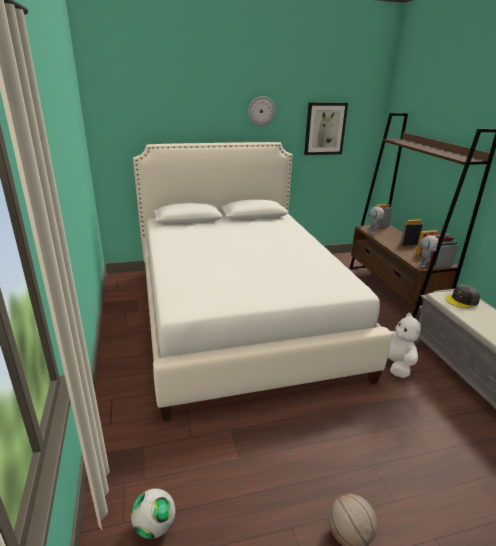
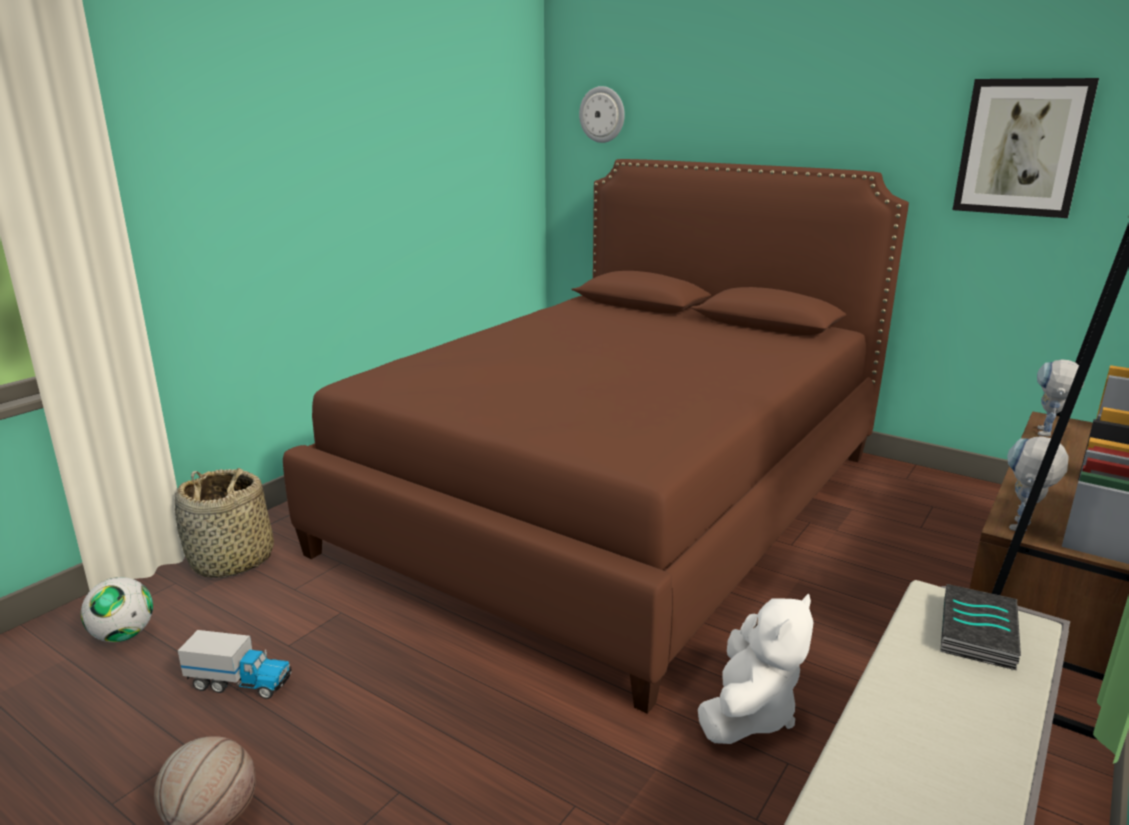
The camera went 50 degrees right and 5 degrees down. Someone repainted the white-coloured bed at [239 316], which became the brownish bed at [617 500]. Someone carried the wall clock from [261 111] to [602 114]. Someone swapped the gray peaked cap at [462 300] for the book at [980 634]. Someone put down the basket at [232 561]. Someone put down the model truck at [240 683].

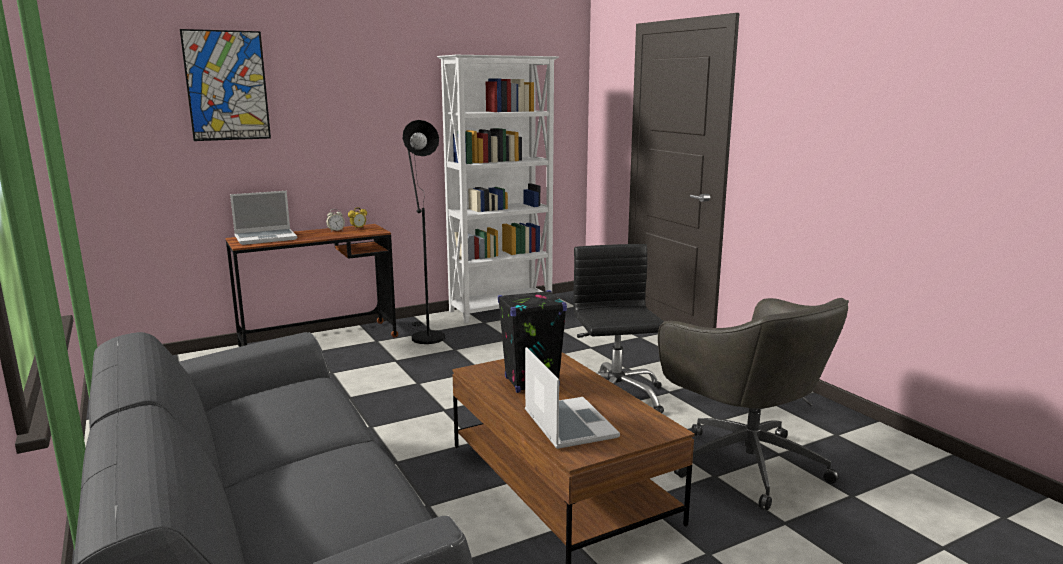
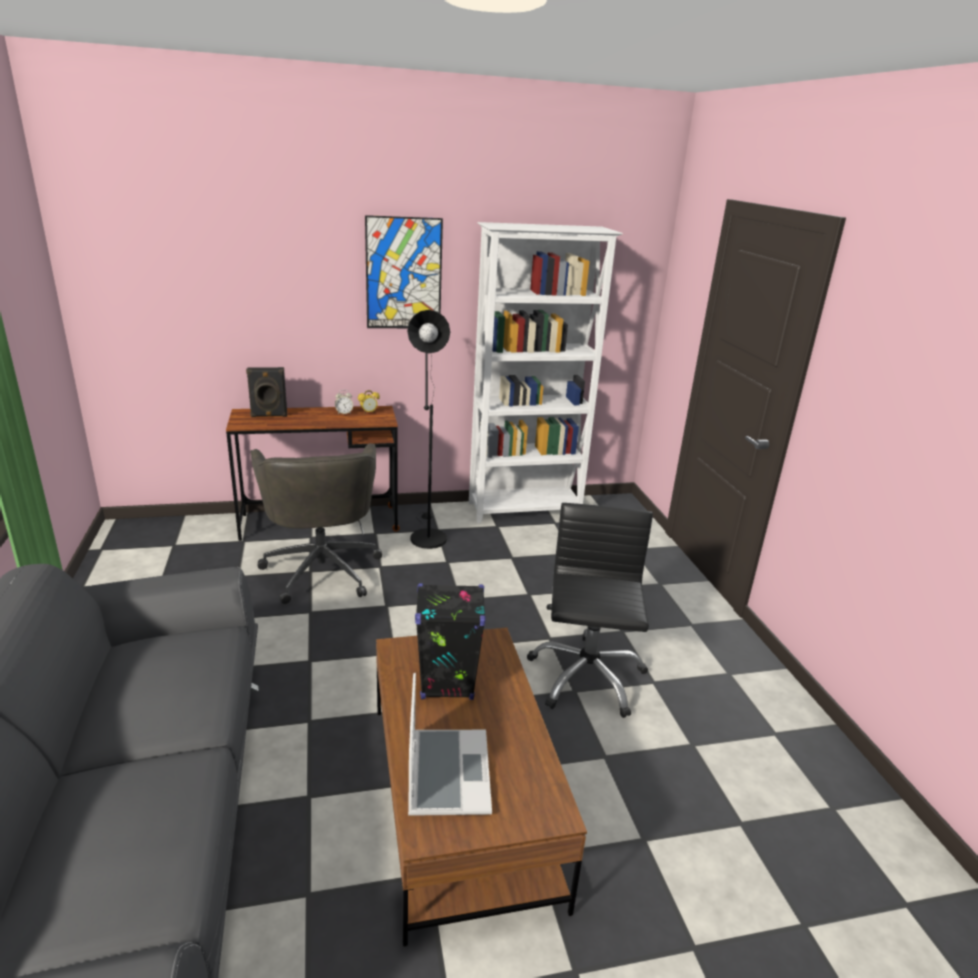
The camera went 15 degrees right and 10 degrees up. Someone carried the picture from [227 86] to [404 274]. Someone swapped the laptop at [266 238] for the blackish speaker at [269 416]. Someone carried the gray computer chair from [745 462] to [322 569].

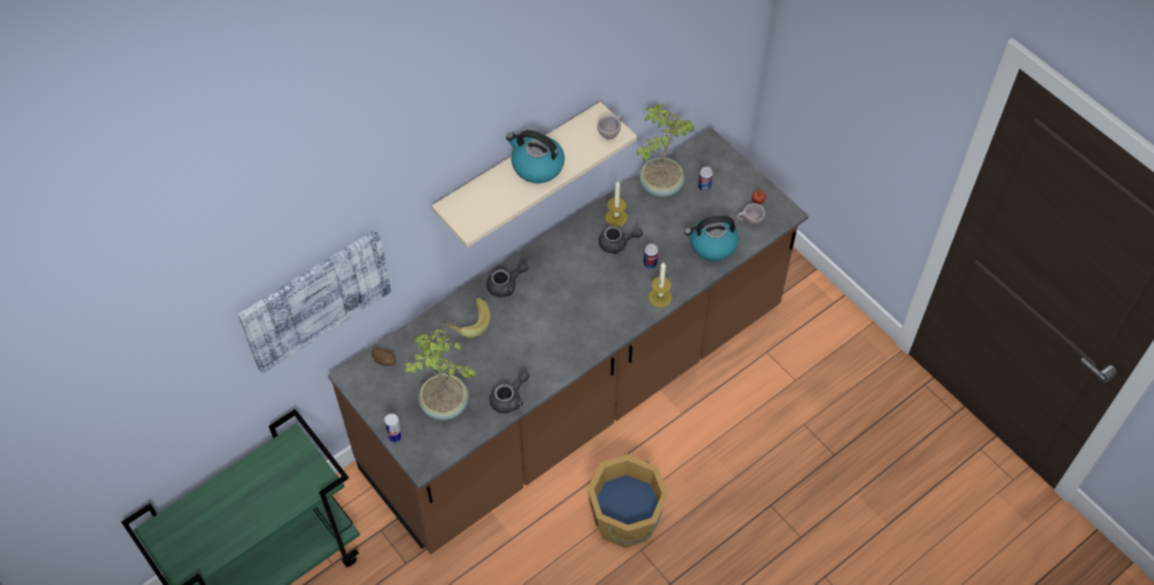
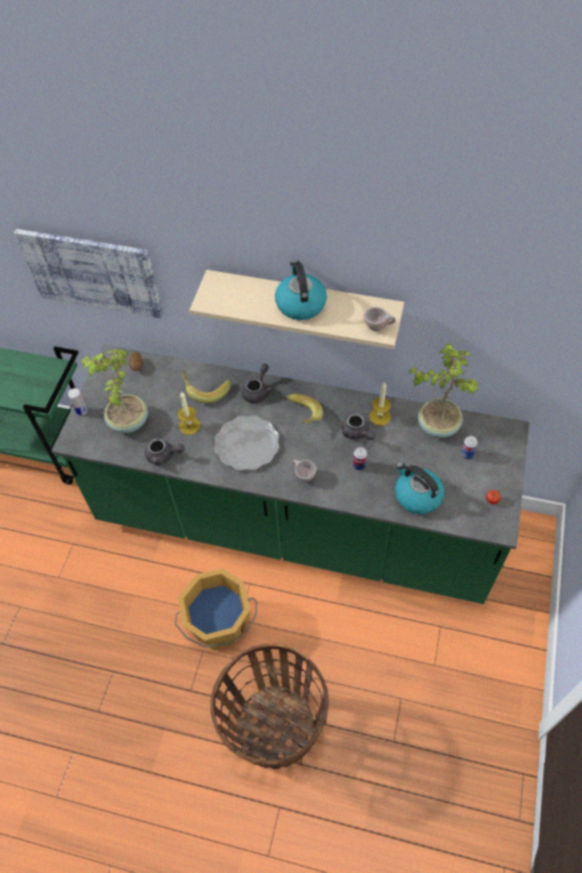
The camera went 55 degrees right and 0 degrees up. Someone repainted the brownish kitchen counter at [577 391], which became the greenish kitchen counter at [295 522]. Someone rotated the gray pot for tea at [506 285] by 90 degrees counterclockwise. Someone carried the wax light from [660 297] to [189 425]. Someone carried the beige-coloured small cup from [749 222] to [302 475]. Someone put down the basket at [275 728]. Someone put down the flat dish at [247 445]. Someone put down the banana fruit at [301 416].

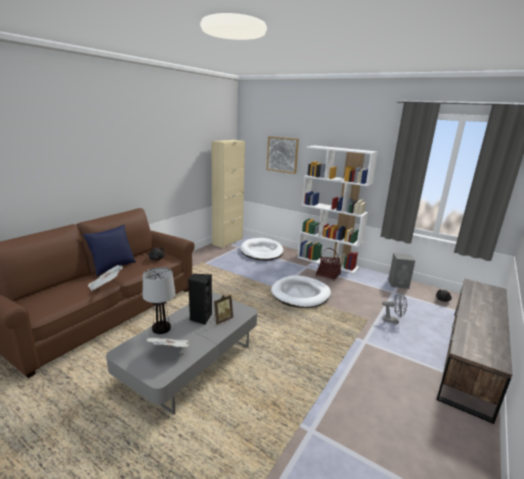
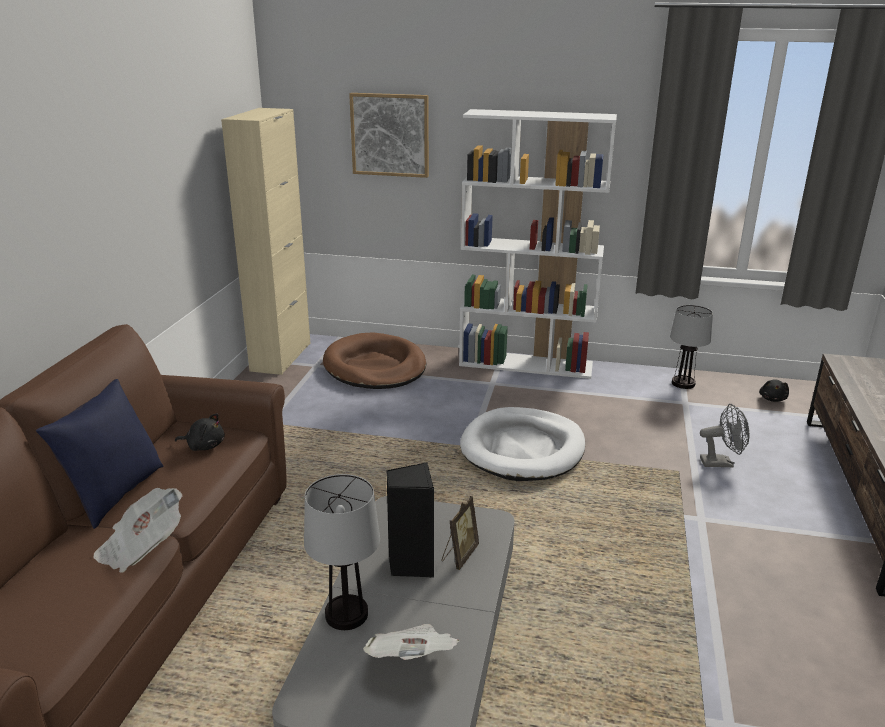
The camera went 20 degrees left and 5 degrees up. Someone repainted the white-coloured dog cushion at [261 251], which became the brownish dog cushion at [375 367]. Someone took away the basket at [328 275]. Someone swapped the gray speaker at [399 284] for the table lamp at [683 383].

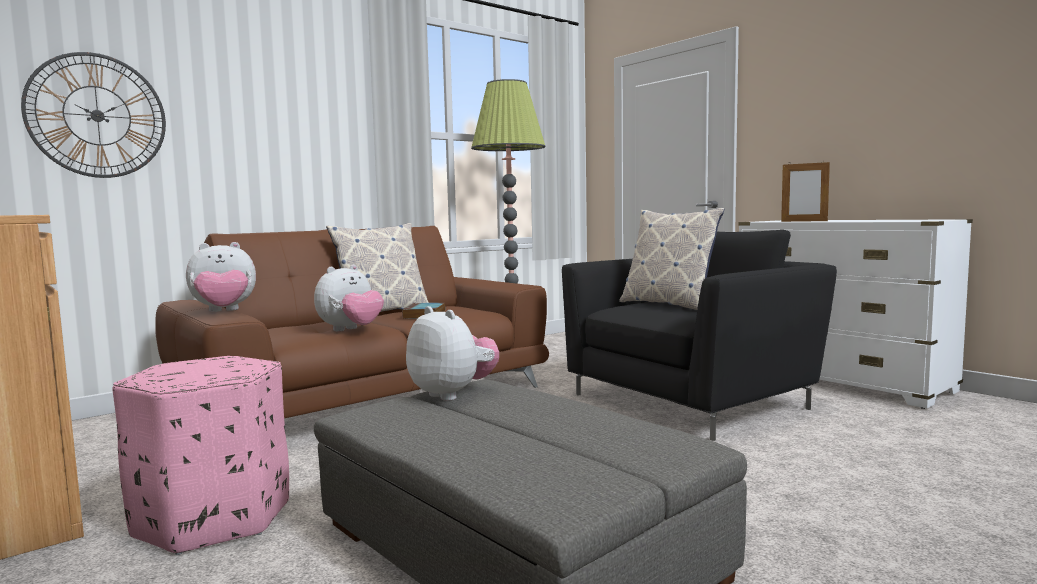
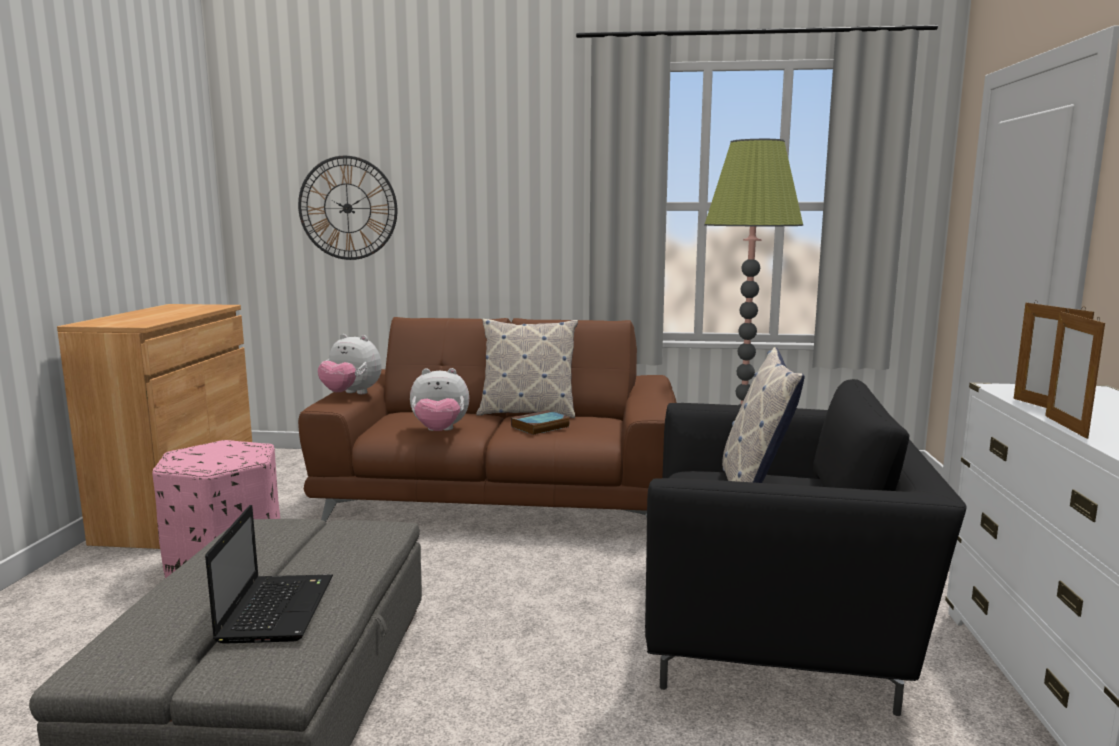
The camera went 45 degrees right and 5 degrees up. Someone took away the soft toy at [453 394]. Someone put down the laptop at [276 608]. Someone put down the standing frame at [1065 426].

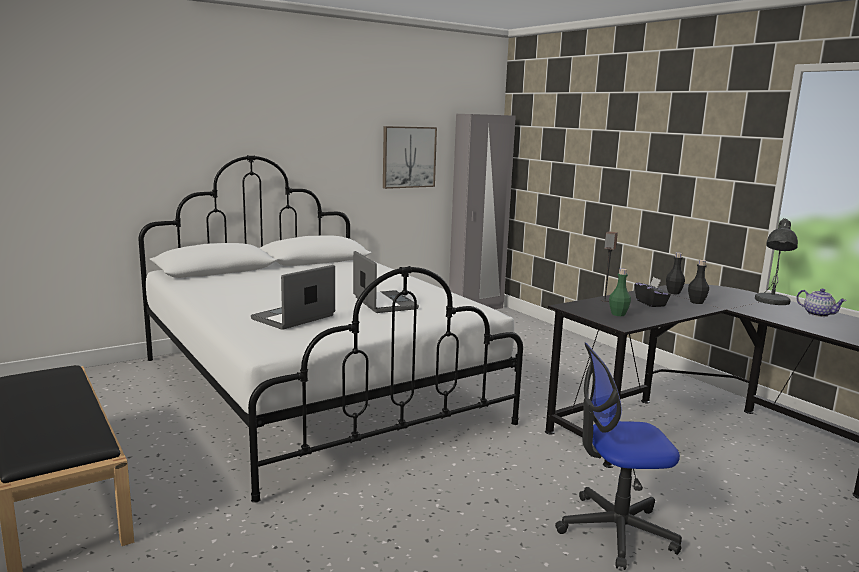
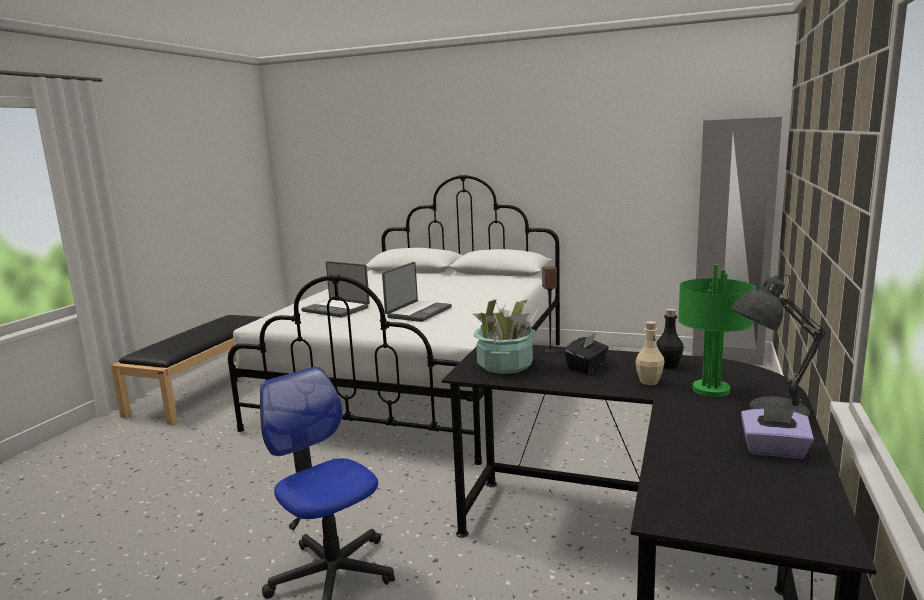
The camera went 55 degrees right and 0 degrees up. Someone rotated the laptop at [294 318] by 150 degrees counterclockwise. Someone took away the picture at [408 157]. Someone swapped the greenish drink bottle at [618 314] for the potted plant at [505 365]. Someone repainted the blackish drink bottle at [696 302], which became the beige-coloured drink bottle at [649 382]. Someone swapped the pot for tea at [818 314] for the purple box of tissues at [774 450]. Someone put down the greenish table lamp at [710 389].

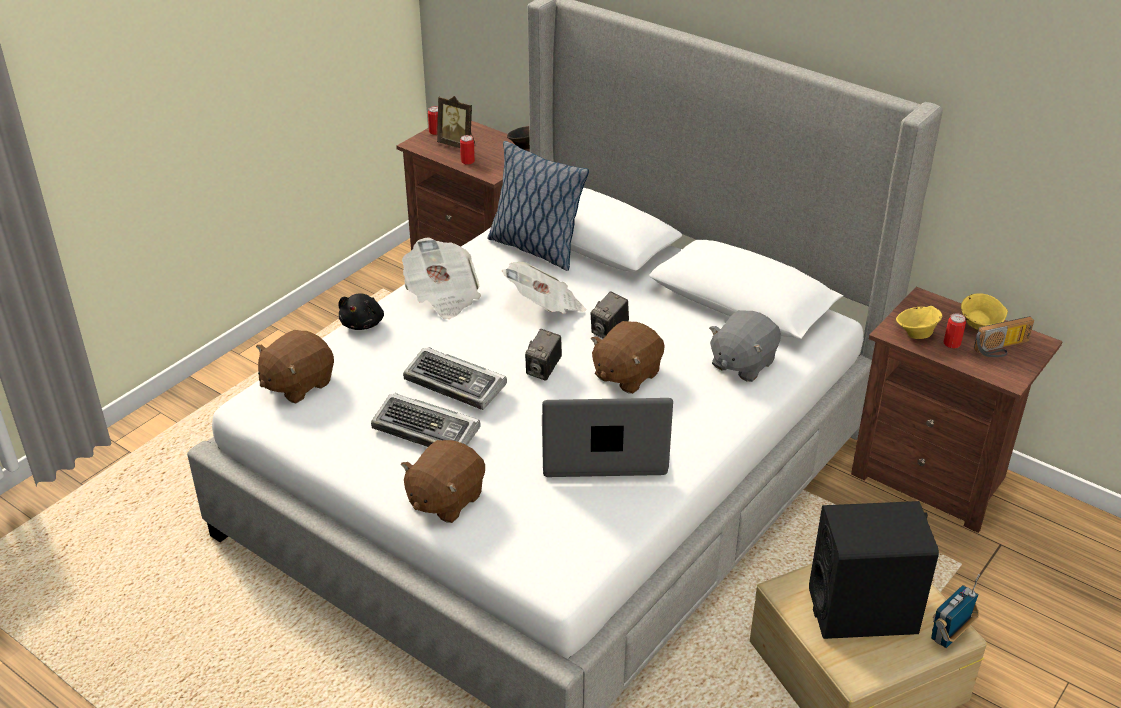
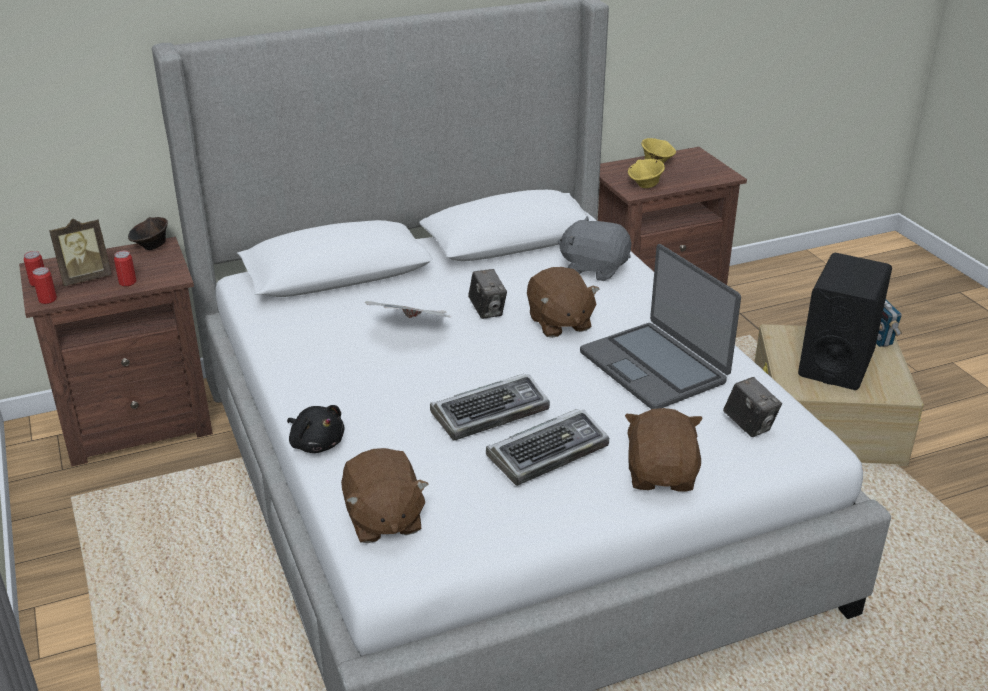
The camera went 60 degrees left and 5 degrees down. Someone rotated the brownish soft toy at [445 499] by 150 degrees counterclockwise. Someone took away the printed paper at [442 296]. Someone took away the throw pillow at [535 248]. Someone carried the still camera from [543 370] to [749 425]. Someone rotated the laptop at [603 449] by 60 degrees counterclockwise. Someone rotated the gray soft toy at [742 363] by 135 degrees clockwise. Someone carried the sealed can from [952 343] to [47 300]. Someone took away the radio set at [1002 349].

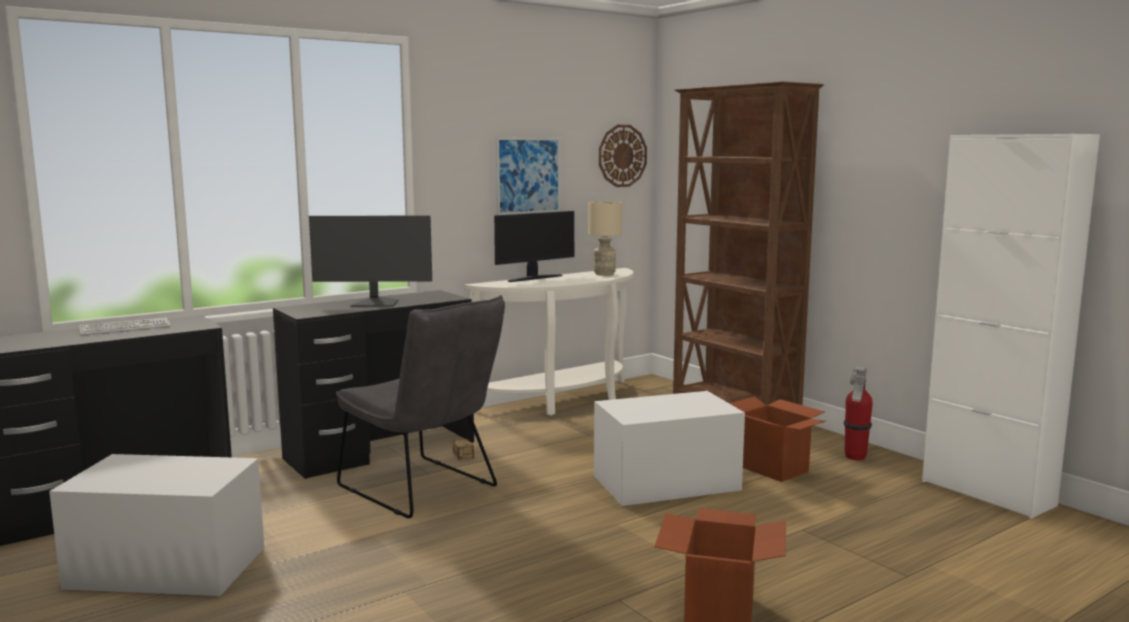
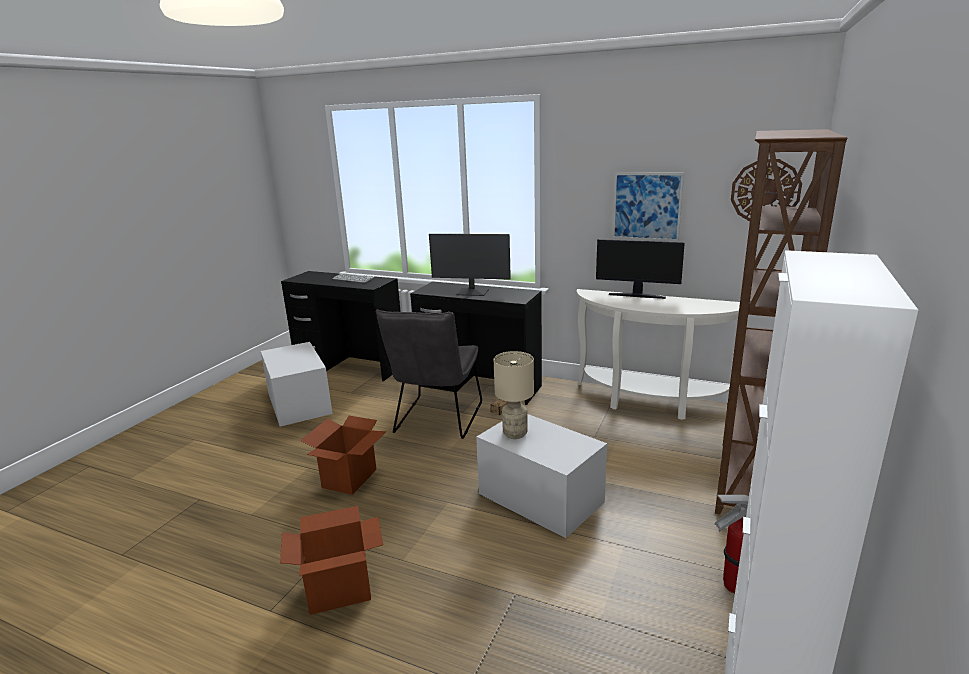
The camera went 60 degrees right and 10 degrees up. Someone rotated the computer screen at [375 303] by 45 degrees counterclockwise. Someone carried the beige-coloured table lamp from [604 274] to [515 434]. Someone carried the packing box from [773 469] to [349 479].

